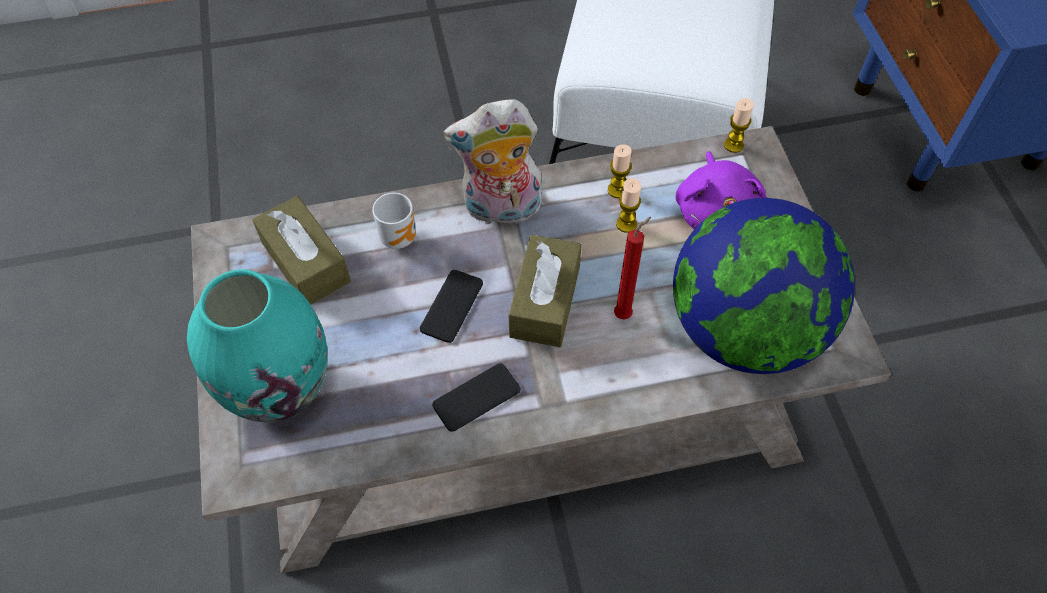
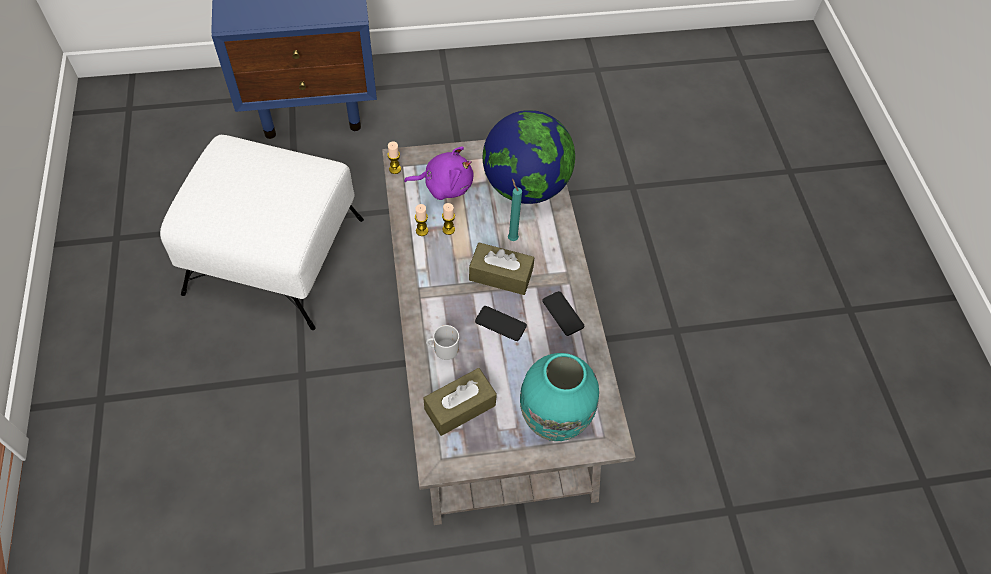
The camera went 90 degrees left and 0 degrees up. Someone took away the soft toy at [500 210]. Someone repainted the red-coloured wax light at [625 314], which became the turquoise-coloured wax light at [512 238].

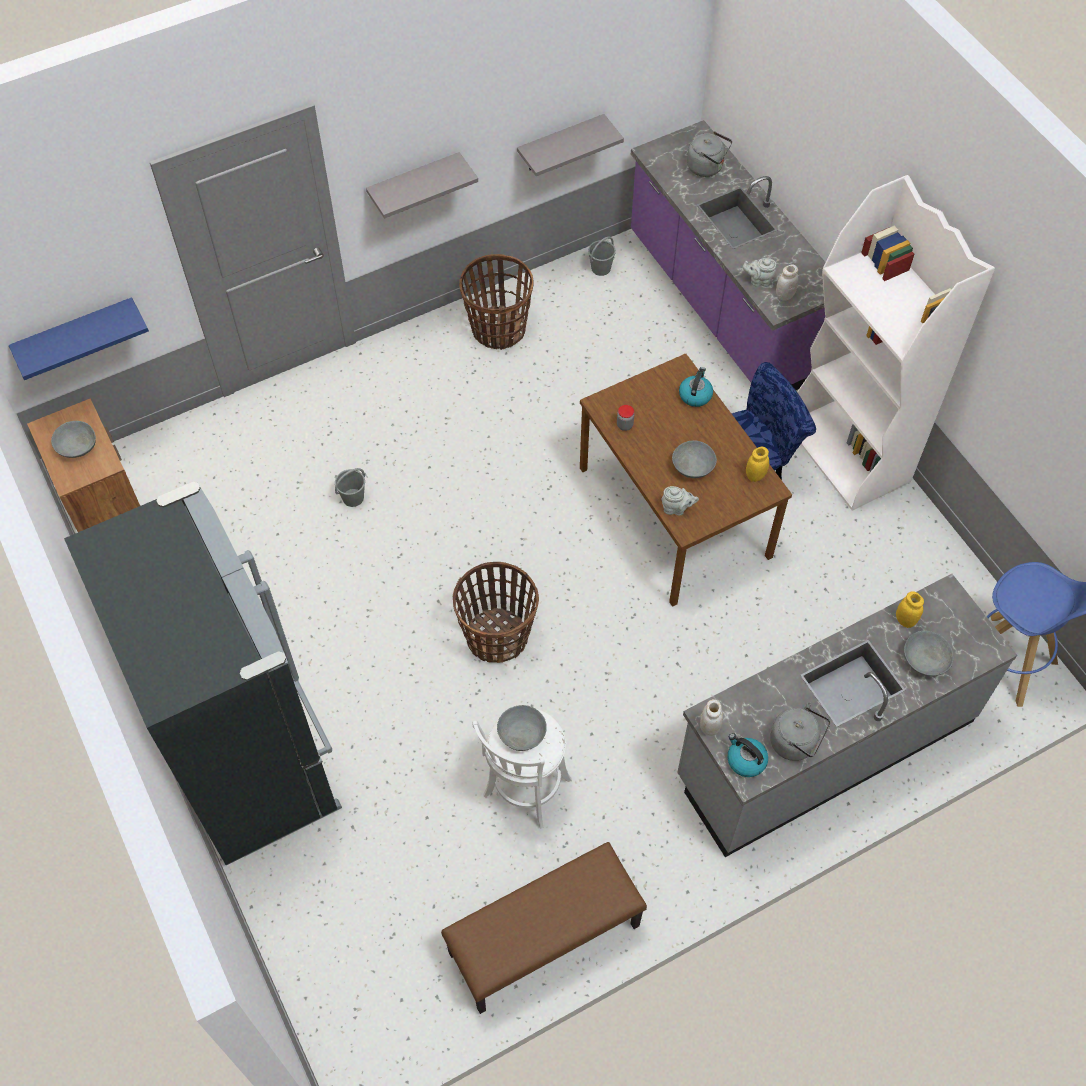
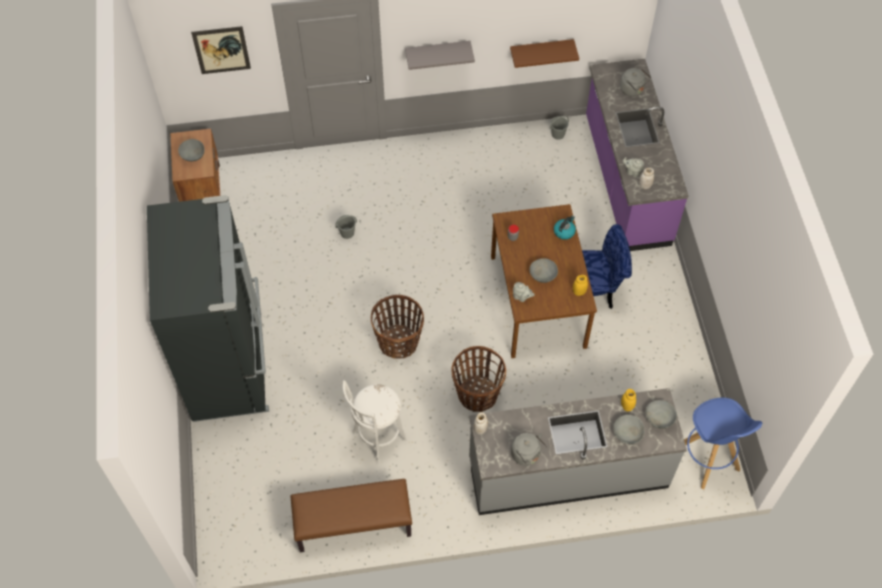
The camera went 20 degrees right and 0 degrees up. Someone took away the bluish shelf at [76 333]. Someone carried the basket from [498 329] to [477 394]. Someone carried the gray bowl from [522 734] to [659 418]. Someone repainted the gray shelf at [560 144], which became the brownish shelf at [541 50]. Someone took away the tea kettle at [745 760]. Someone took away the white-coloured bookcase at [848 453]. Someone put up the picture at [221 50].

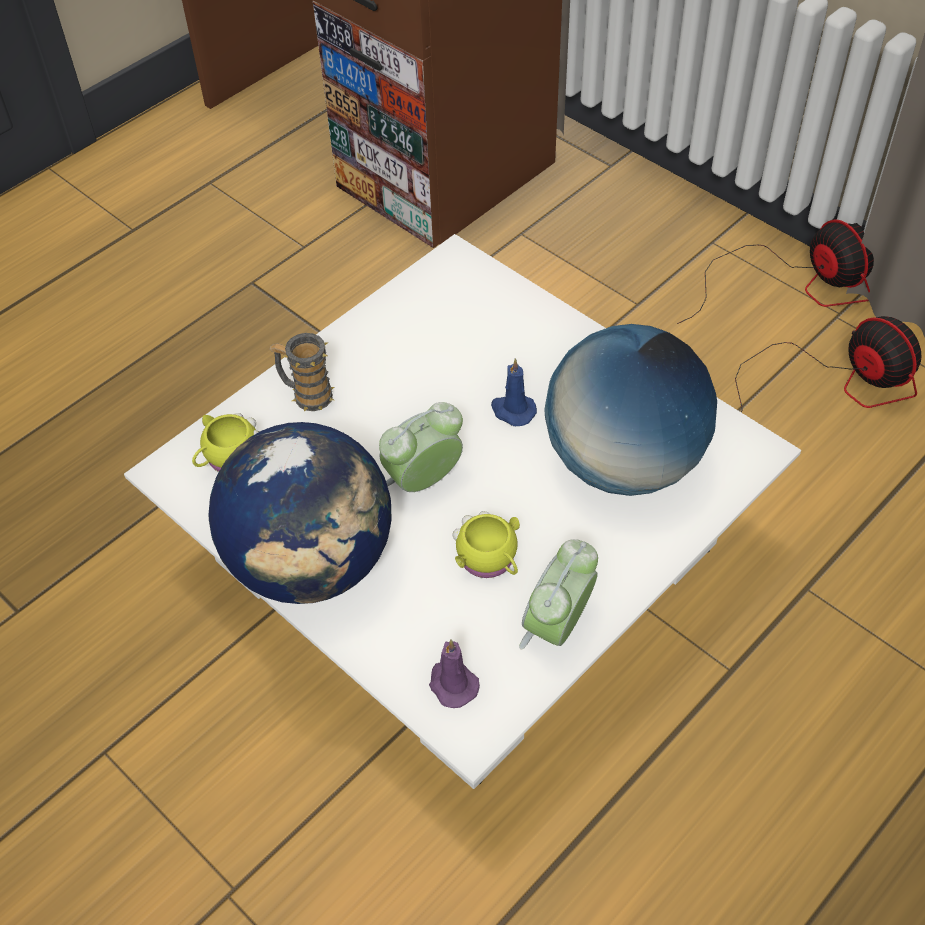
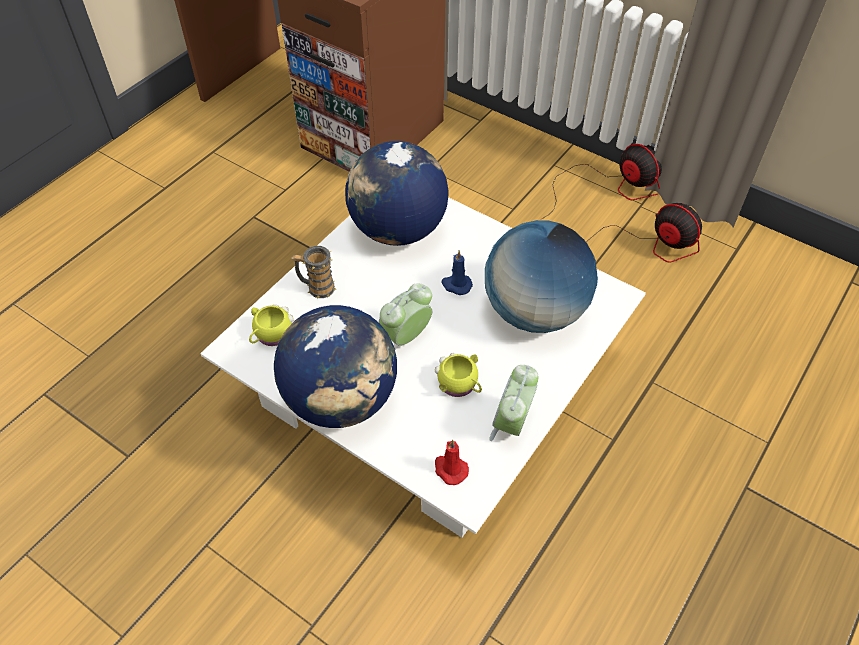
The camera went 10 degrees left and 0 degrees up. Someone repainted the purple wax light at [452 684], which became the red-coloured wax light at [450 469]. Someone put down the desk globe at [397 230].

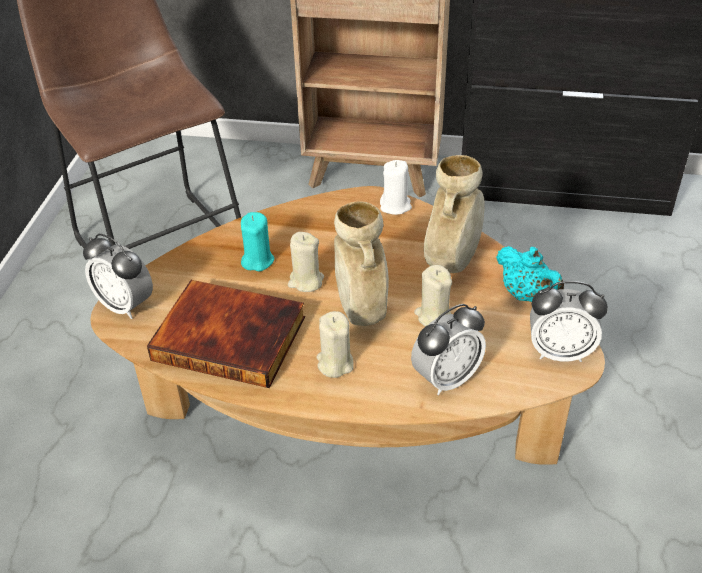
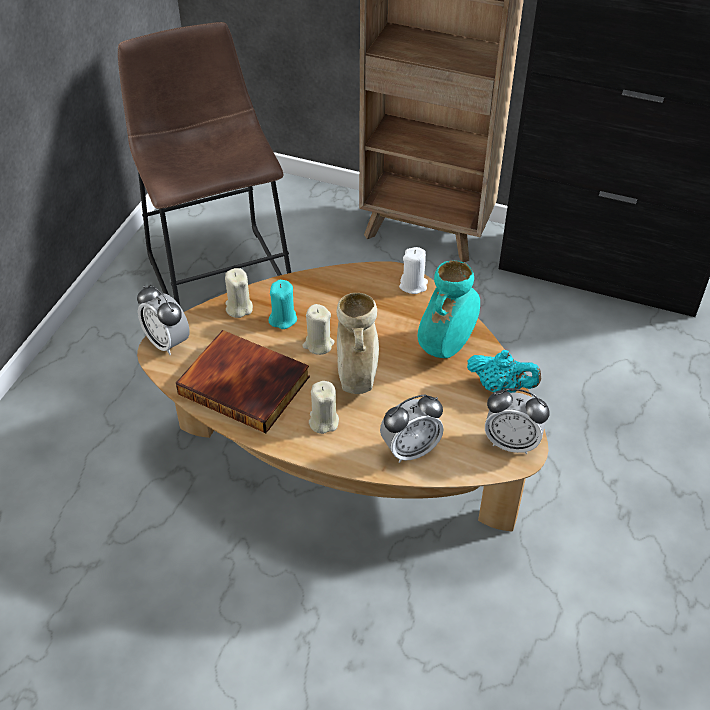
The camera went 10 degrees right and 5 degrees up. Someone carried the beige-coloured wax light from [433 316] to [239 308]. Someone repainted the beige-coloured decorative vase at [452 262], which became the turquoise-coloured decorative vase at [447 346]. Someone rotated the turquoise-coloured pot for tea at [527 295] by 45 degrees counterclockwise.

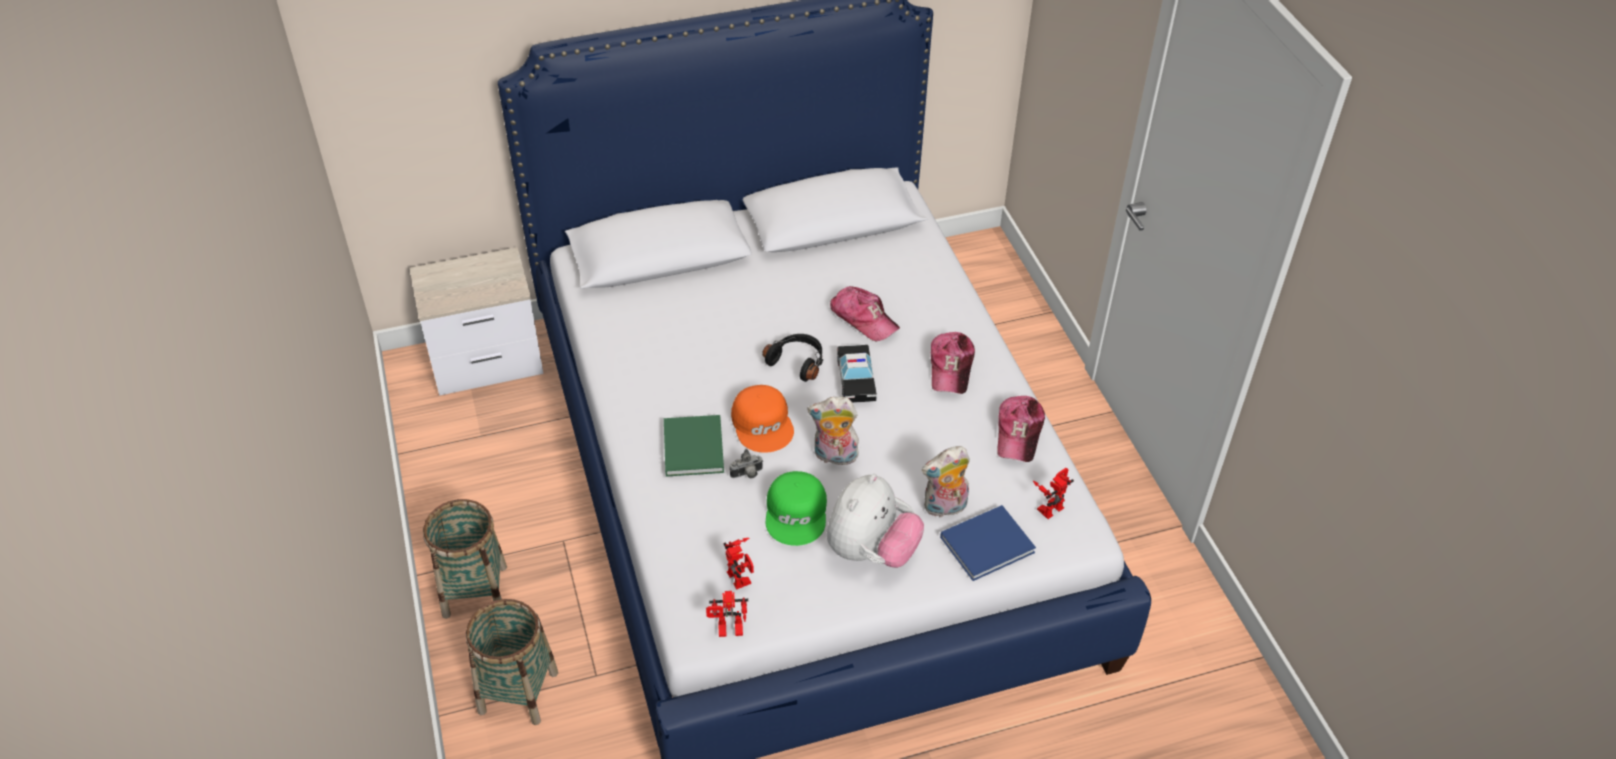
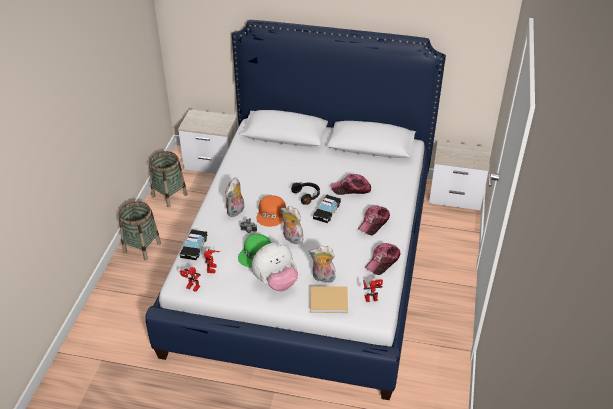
The camera went 30 degrees right and 5 degrees down. Someone carried the basket from [518 692] to [169 195]. Someone swapped the greenish book at [693 446] for the soft toy at [236 211]. Someone rotated the peaked cap at [863 318] by 105 degrees clockwise. Someone repainted the bluish book at [989 544], which became the beige-coloured book at [330 301]. Someone put down the toy car at [194 248]. Someone put down the nightstand at [456 196].

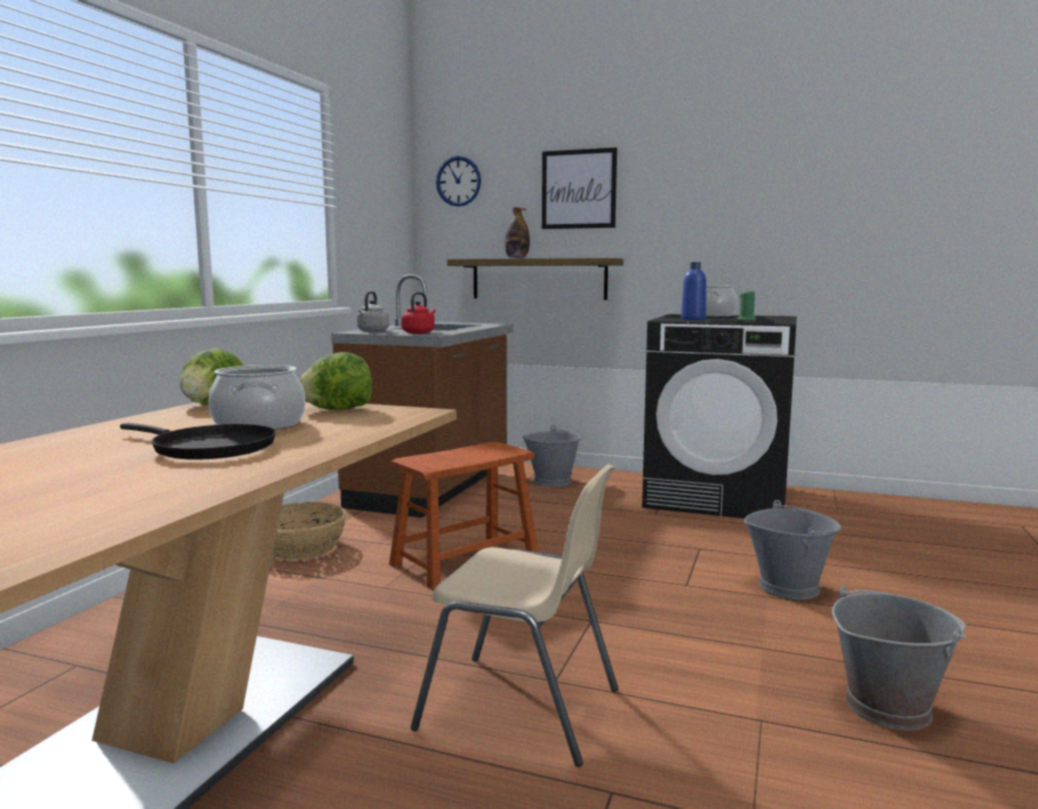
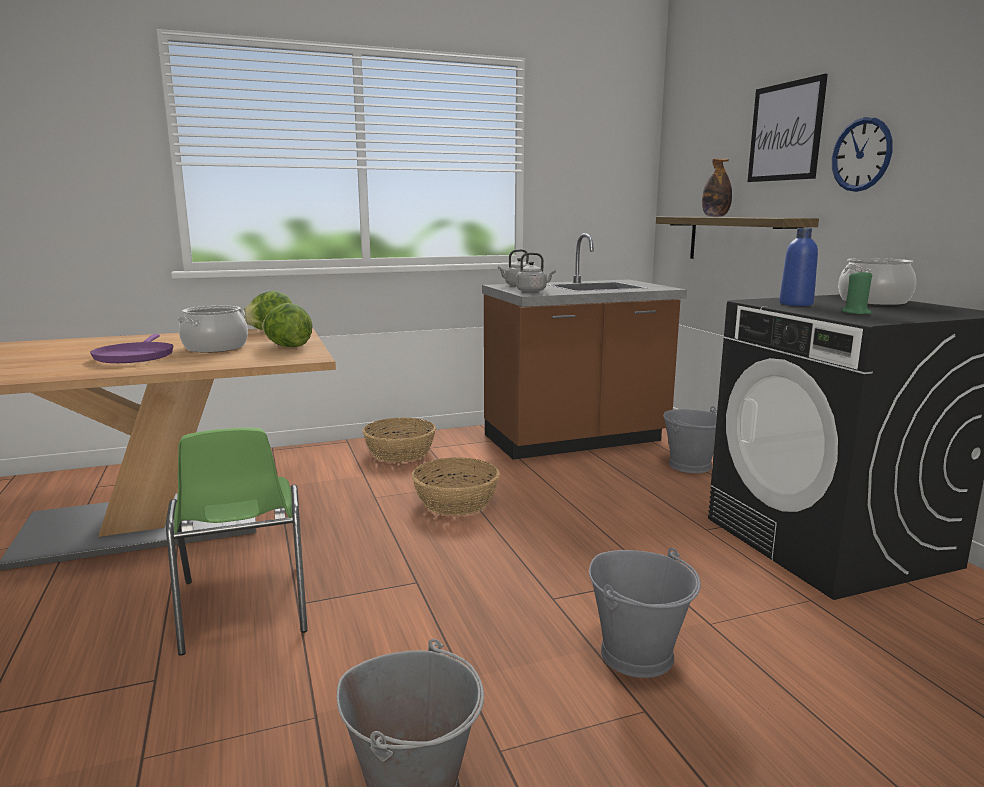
The camera went 50 degrees right and 5 degrees up. Someone repainted the blackish pan at [208 448], which became the purple pan at [135 356]. Someone swapped the brownish sitting stool at [465 561] for the basket at [456 502]. Someone repainted the red-coloured tea kettle at [419 333], which became the gray tea kettle at [533 291]. Someone repainted the beige-coloured plain chair at [522 709], which became the greenish plain chair at [243 607]. Someone carried the wall clock from [458 181] to [861 154].

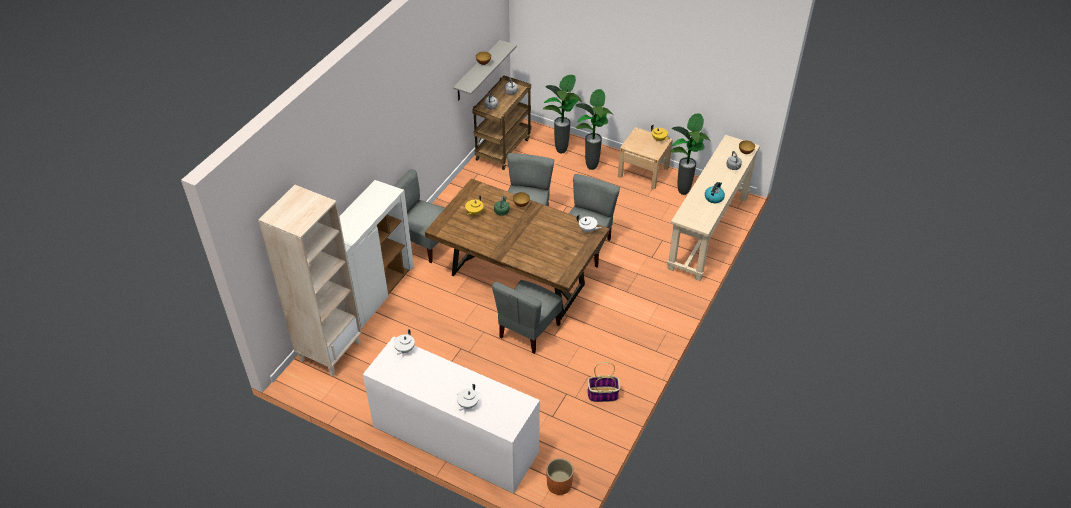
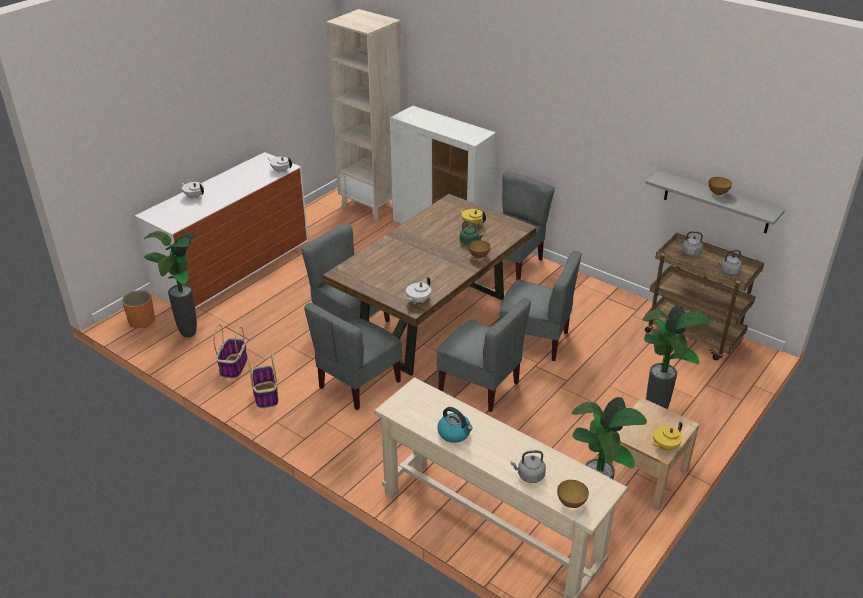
The camera went 100 degrees right and 10 degrees down. Someone carried the potted plant from [562 151] to [189 335]. Someone put down the basket at [265 395]. Someone put down the gray plain chair at [358 384].

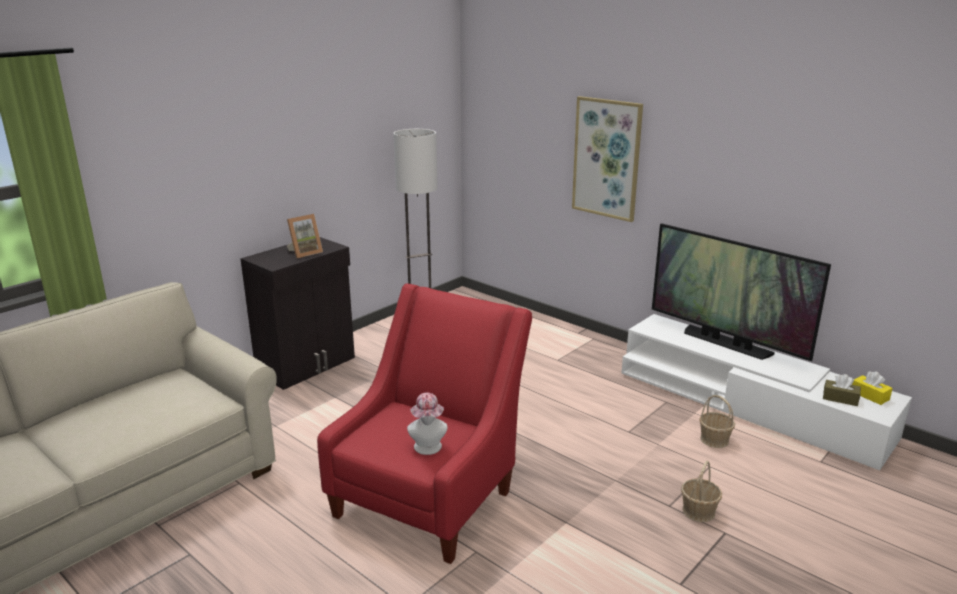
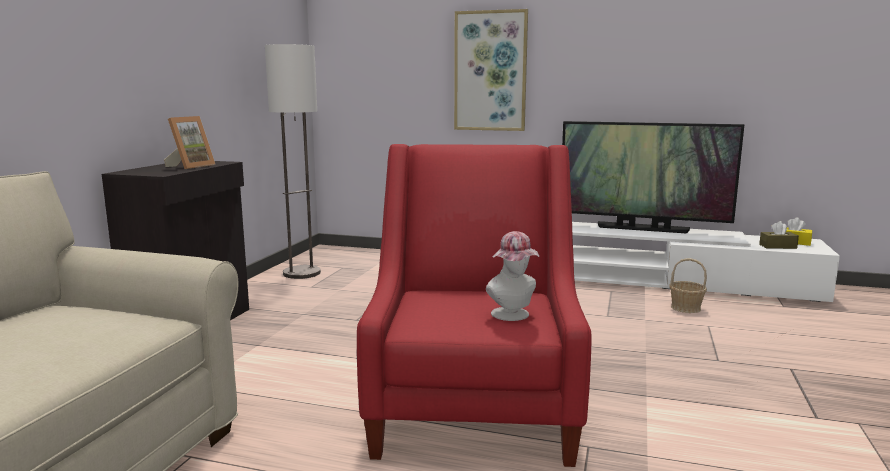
The camera went 25 degrees left and 10 degrees down. Someone took away the basket at [699 511].

